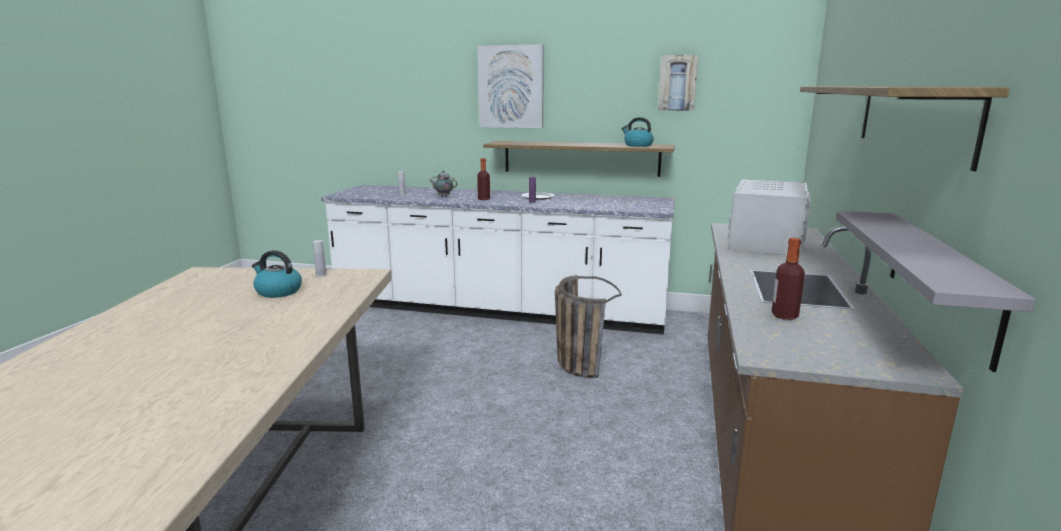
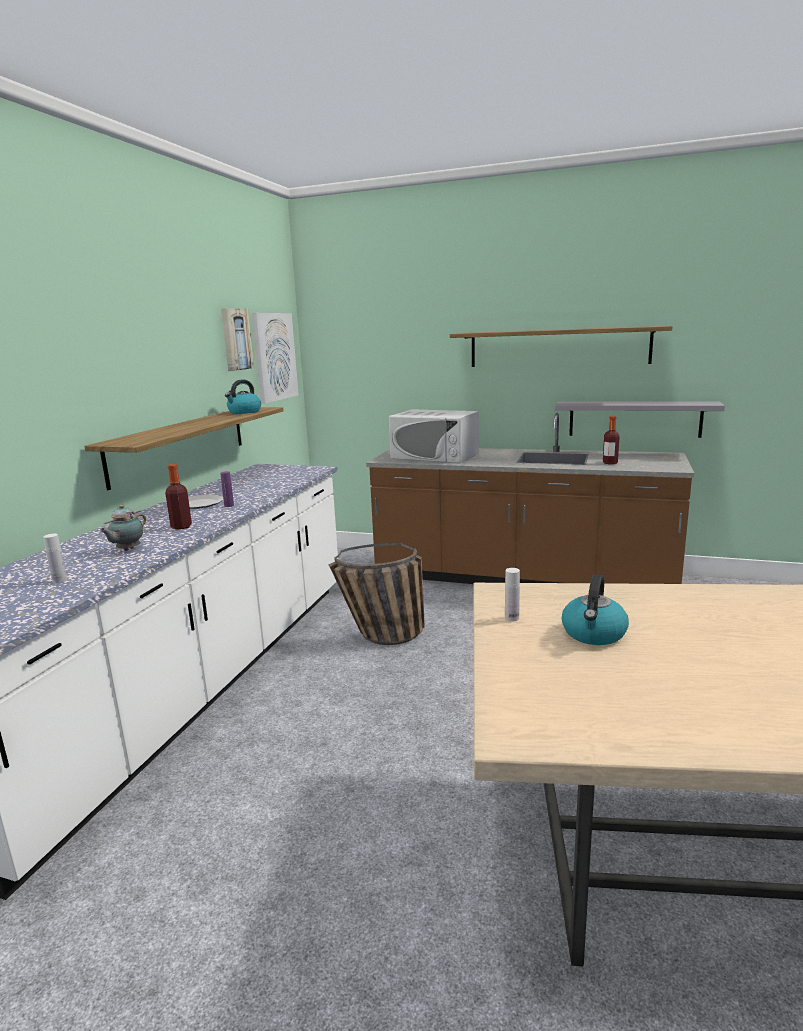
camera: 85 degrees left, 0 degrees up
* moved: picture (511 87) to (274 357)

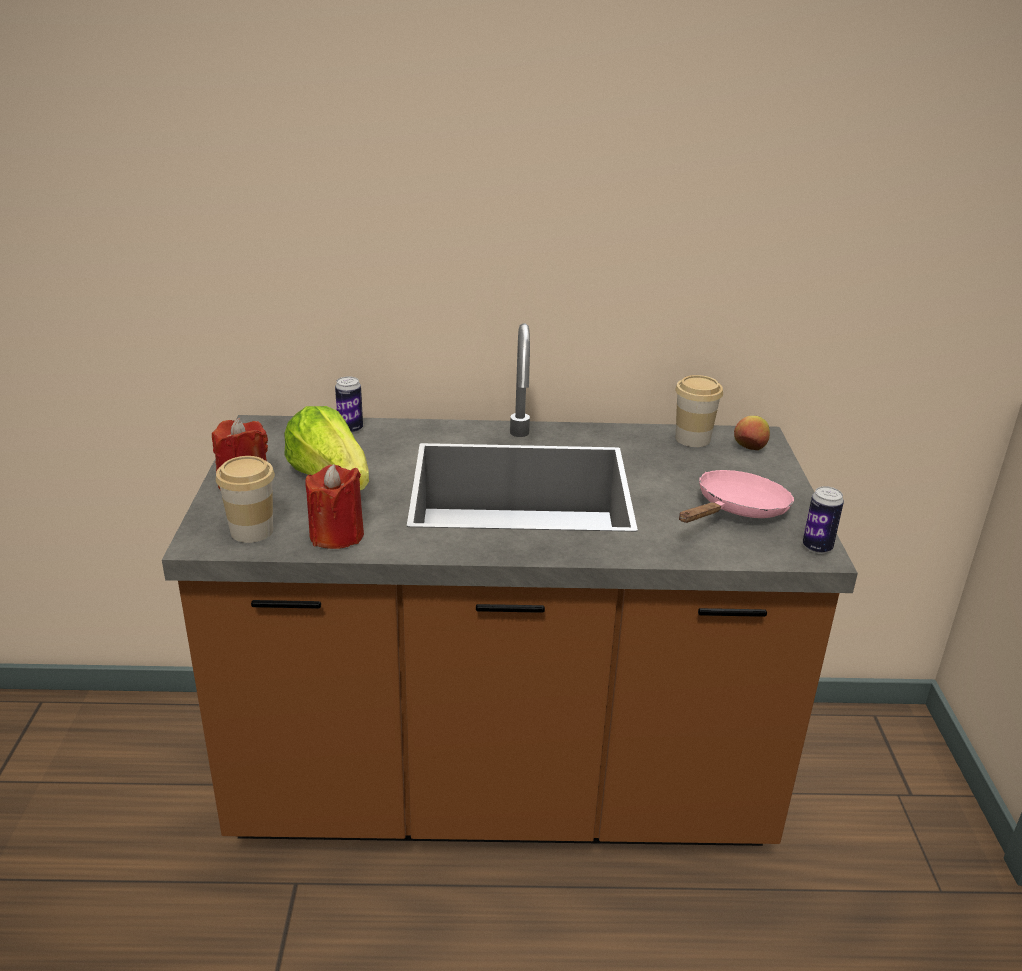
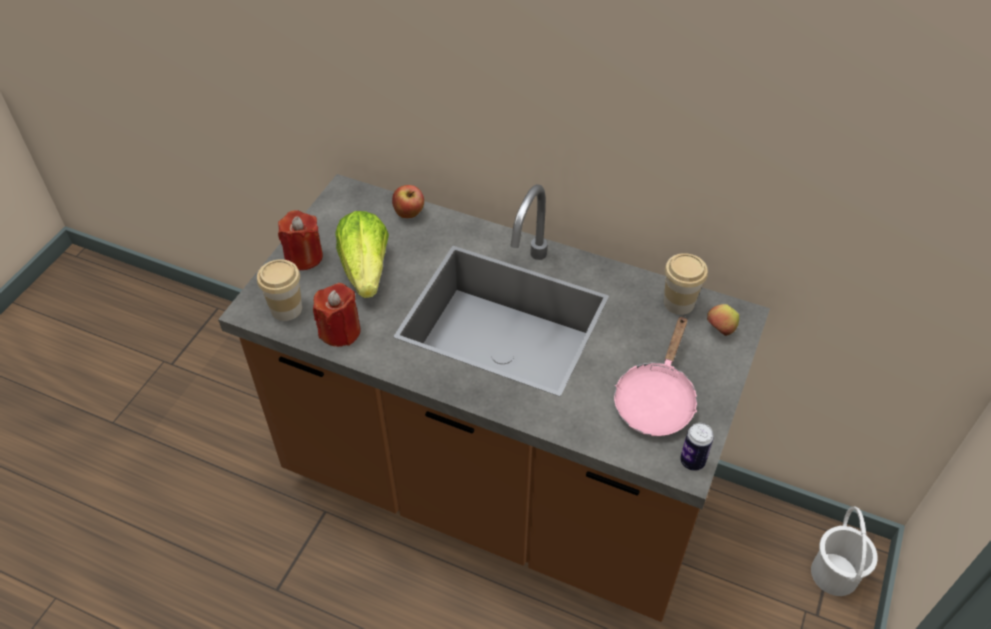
camera: 25 degrees right, 20 degrees up
* added: white_bucket (835 573)
* replaced: can (350 429) to apple (409 214)
* turned: pink_frying_pan (737 510) = (656 399) 135 degrees clockwise

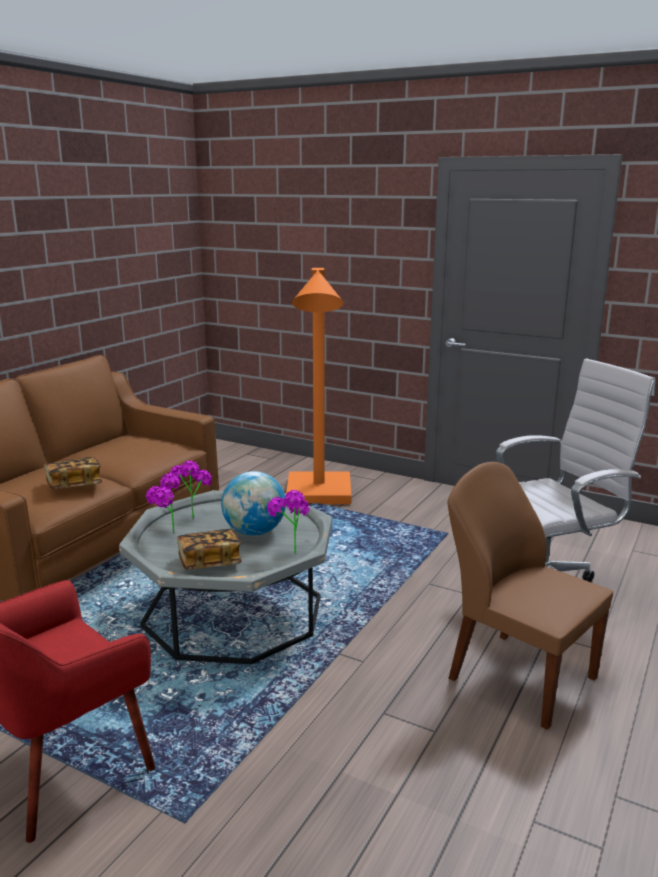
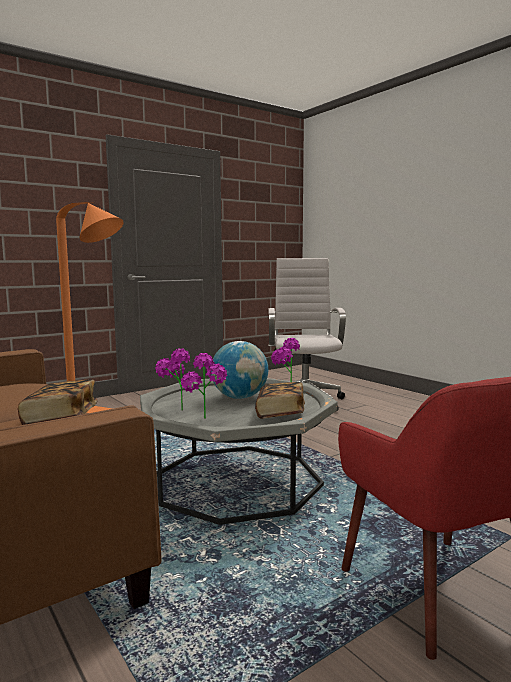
camera: 65 degrees left, 10 degrees down
* removed: brown_chair (518 676)

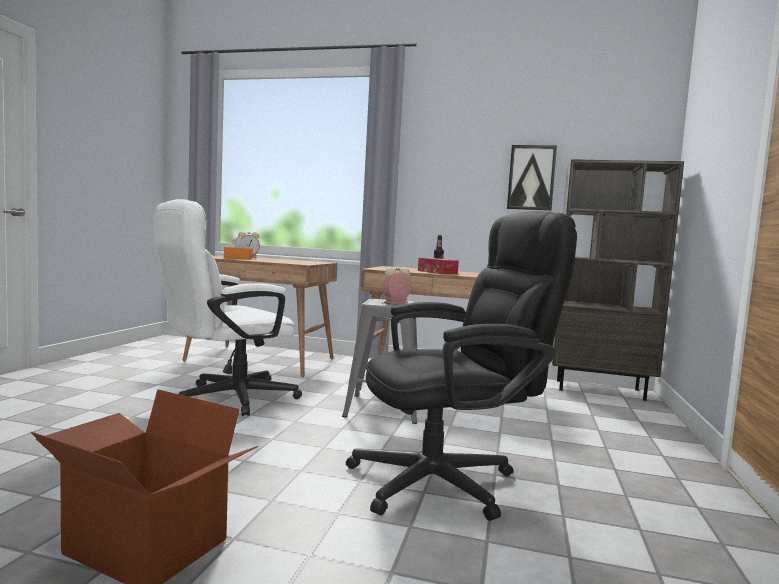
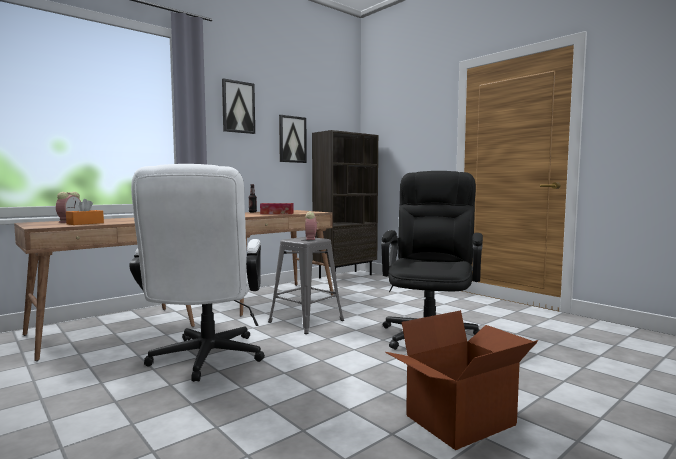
camera: 55 degrees left, 0 degrees up
* added: picture (238 107)

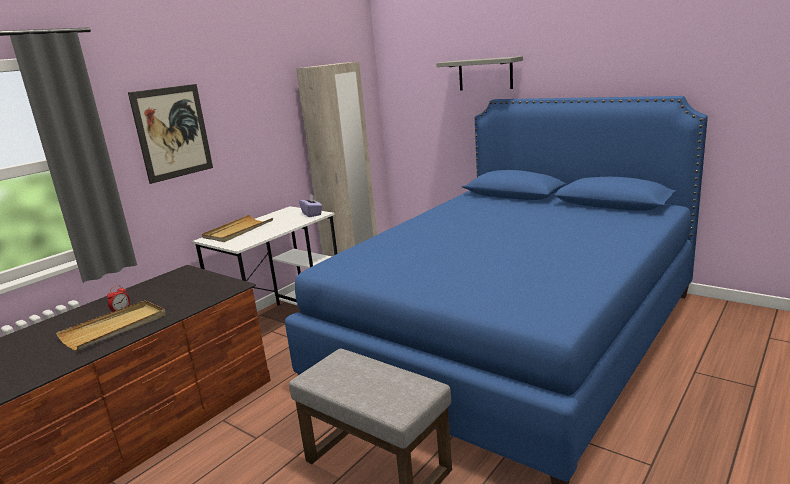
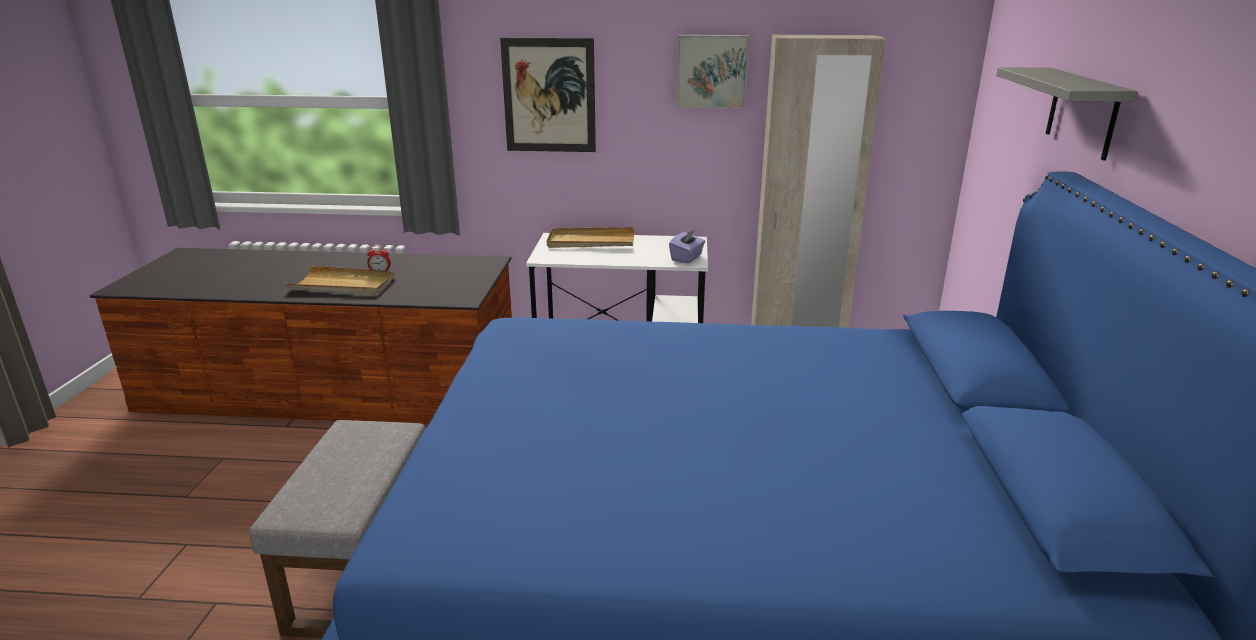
camera: 55 degrees right, 5 degrees up
* added: picture (712 71)

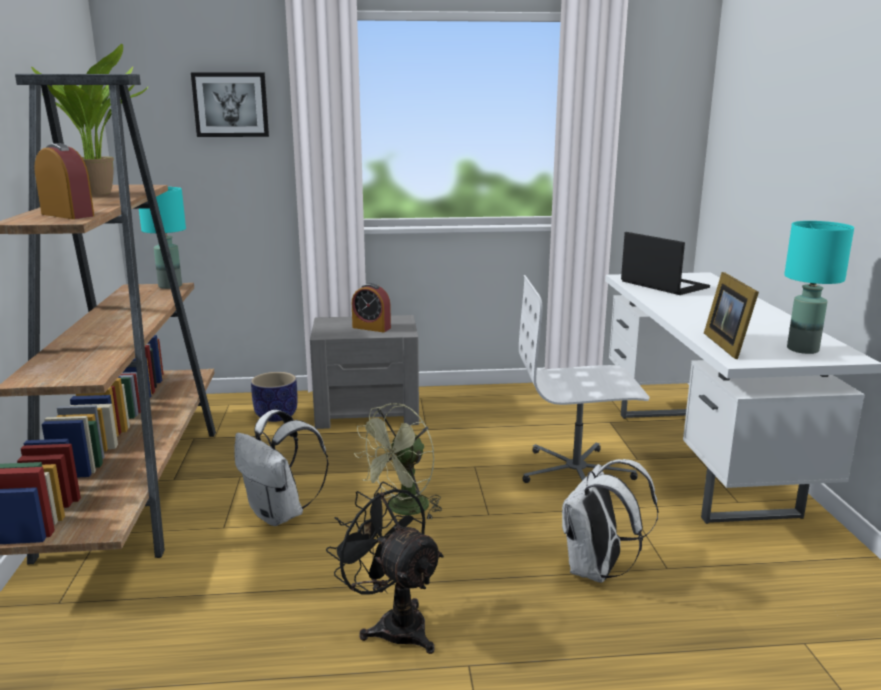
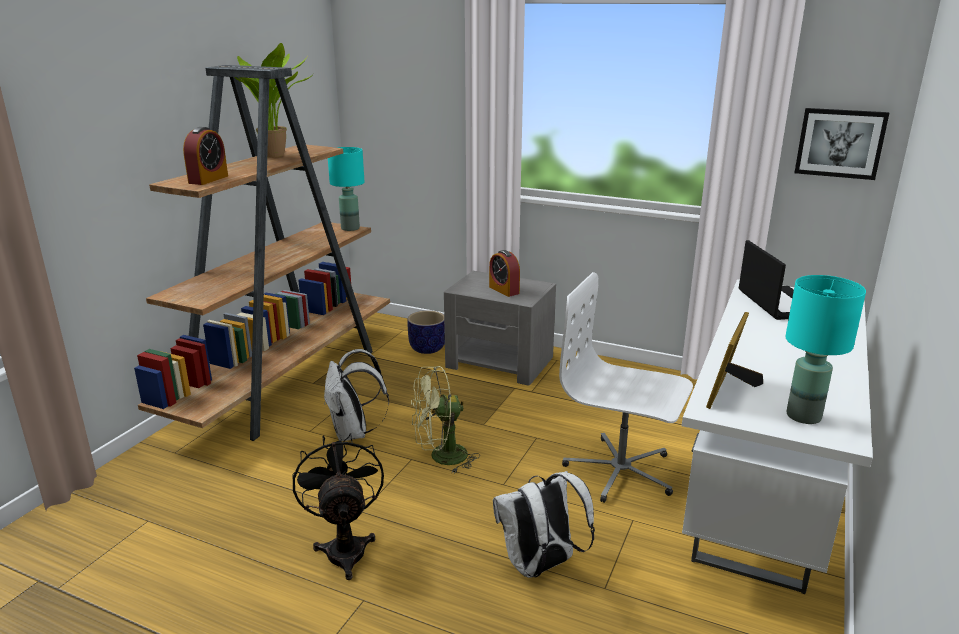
camera: 30 degrees right, 5 degrees up
* moved: picture (231 105) to (840 143)
* turned: alarm_clock (67 215) = (208 179) 45 degrees clockwise

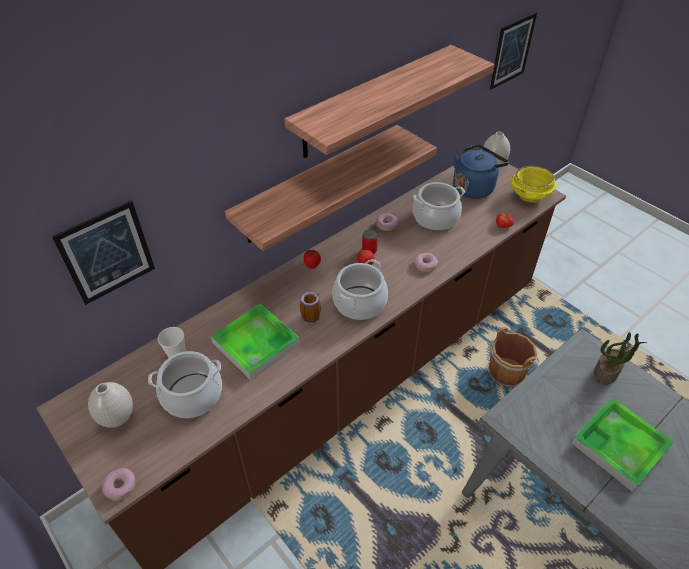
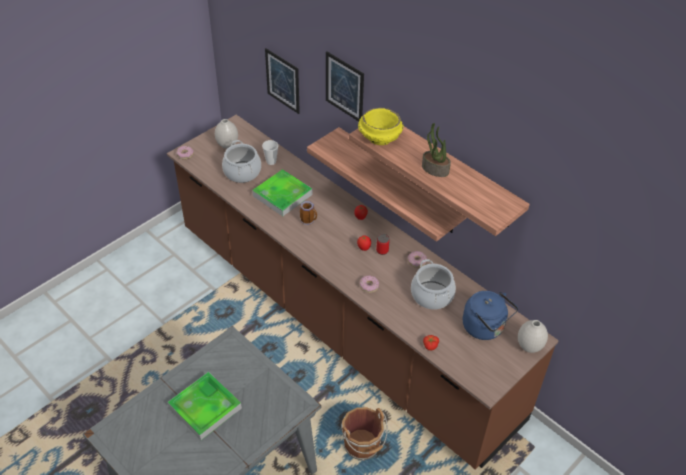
camera: 85 degrees right, 0 degrees up
* removed: cooking_pot (360 303)
* moved: picture (512 51) to (344 87)
* moved: yellow_bowl (529 196) to (379 138)
* moved: potted_plant (606 372) to (434 169)

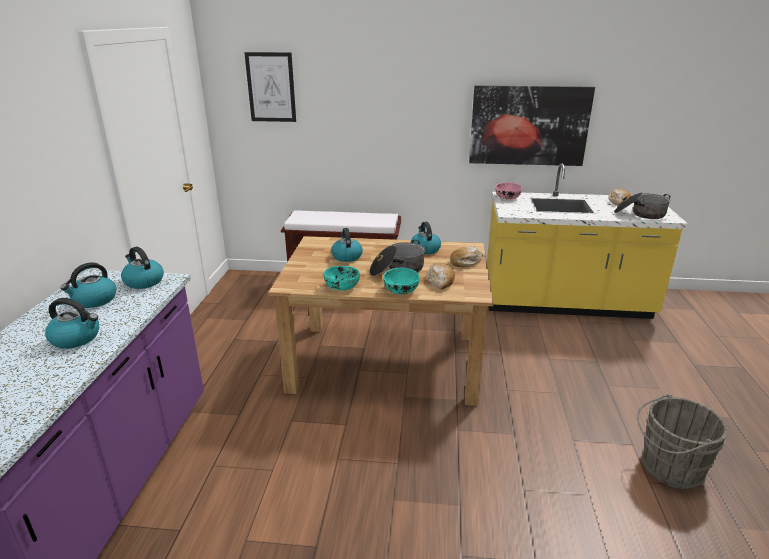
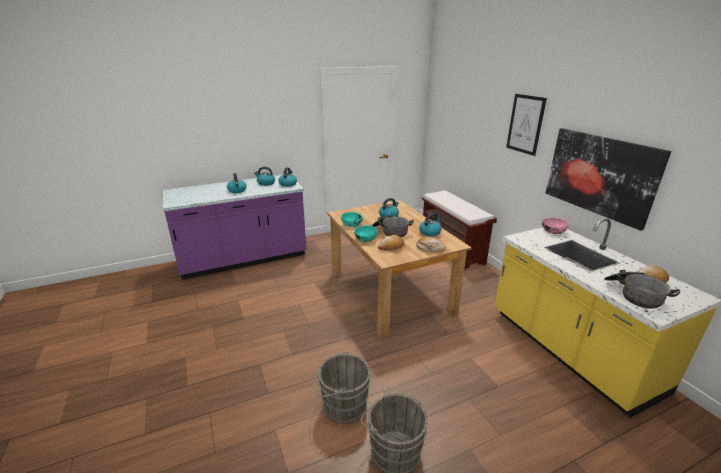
camera: 60 degrees right, 0 degrees up
* added: grey_bucket (342 405)
* moved: picture (271 87) to (525 124)

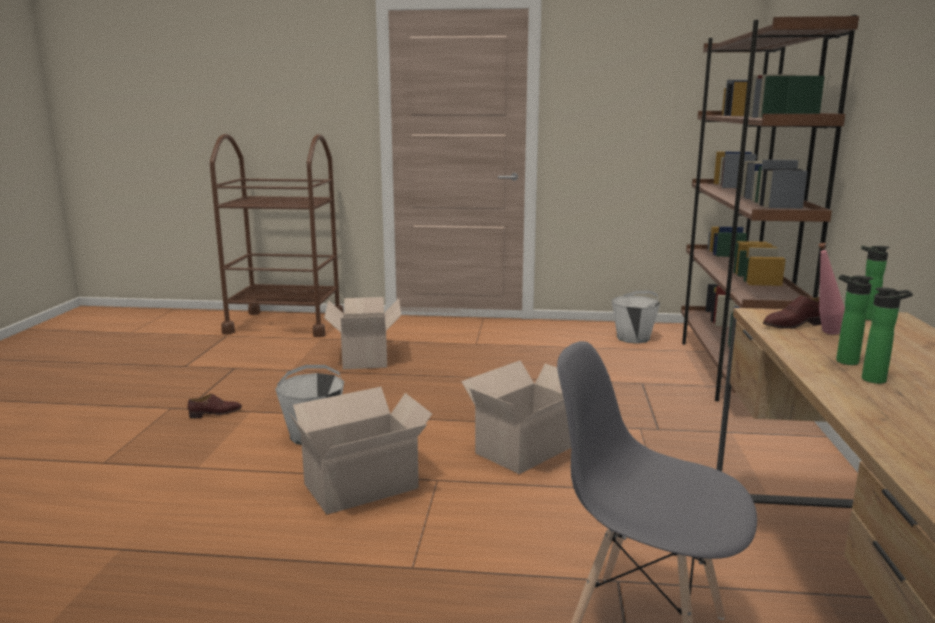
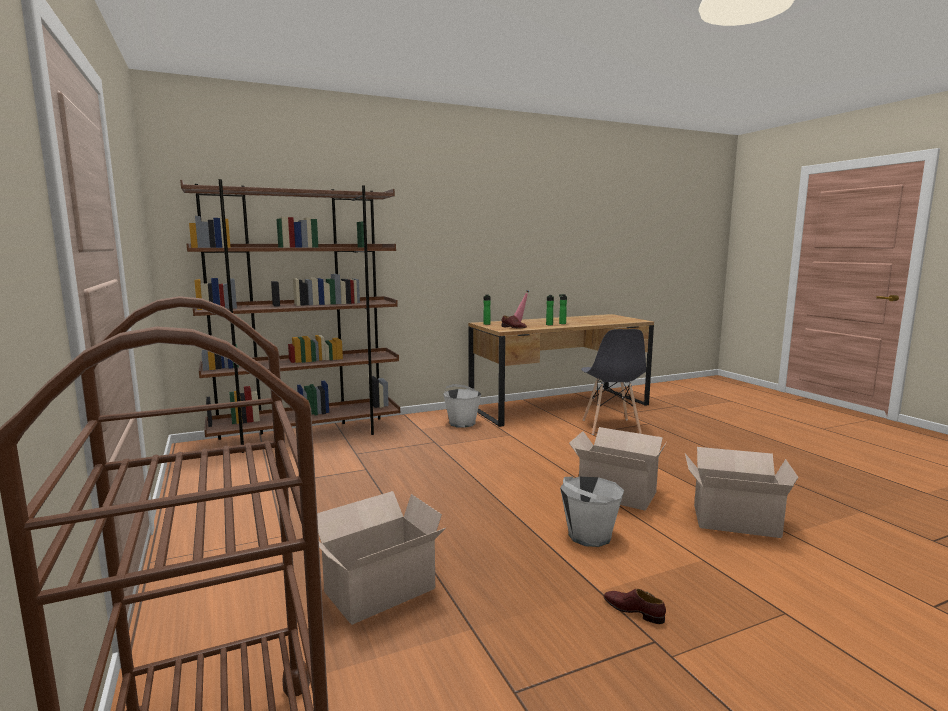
camera: 120 degrees left, 5 degrees down
* moved: cardboard_box (528 448) to (732 520)
* moved: white_bucket (633 338) to (462 423)

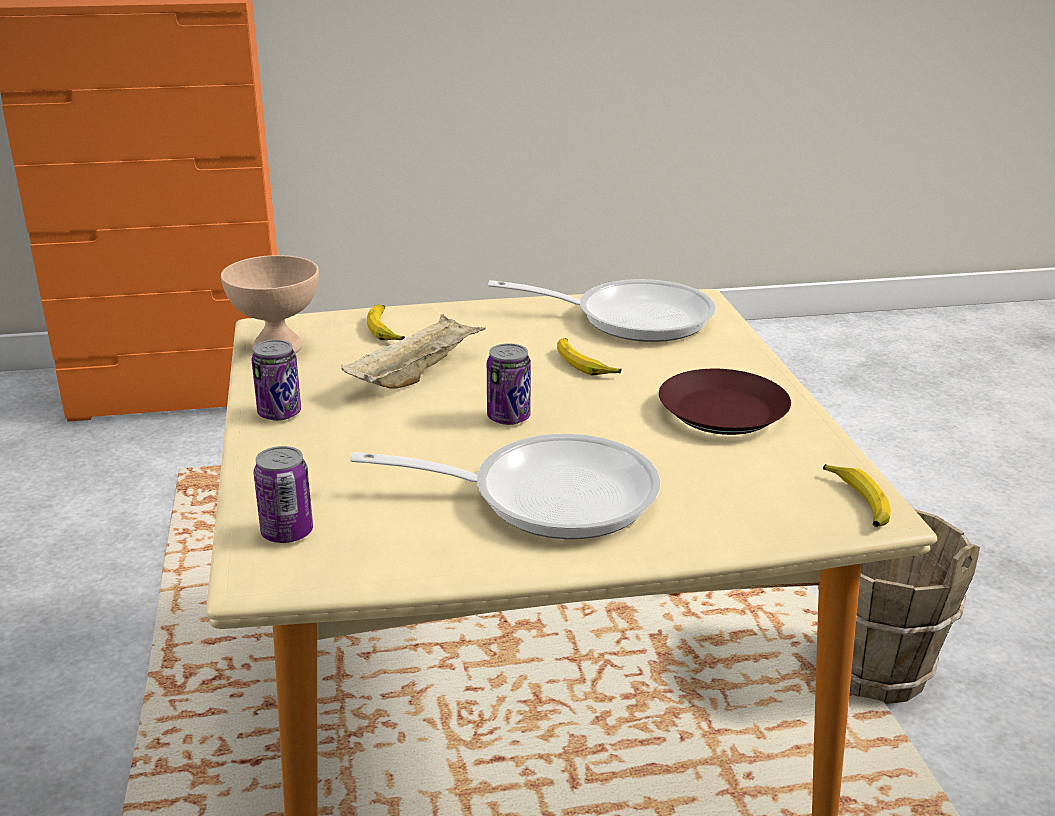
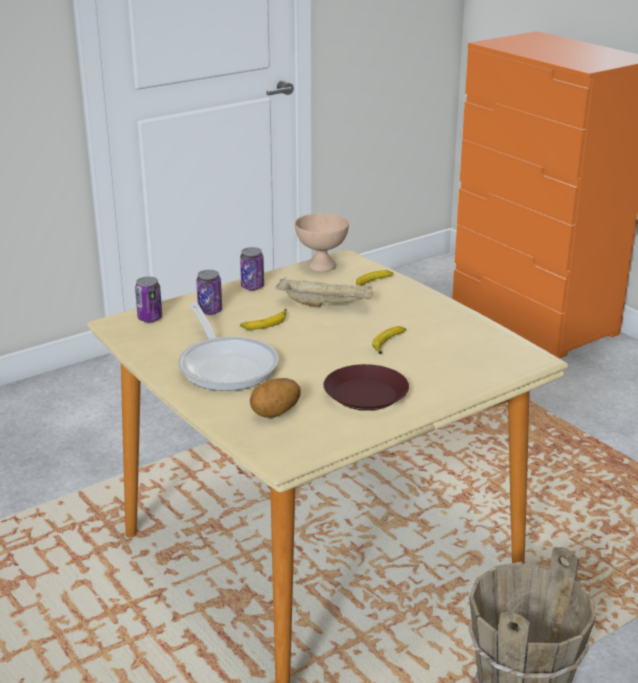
camera: 65 degrees right, 0 degrees up
* removed: frying_pan (631 318)
* added: potato (276 413)
* moved: can (508 417) to (210 311)
* moved: banana (857 502) to (265 324)

